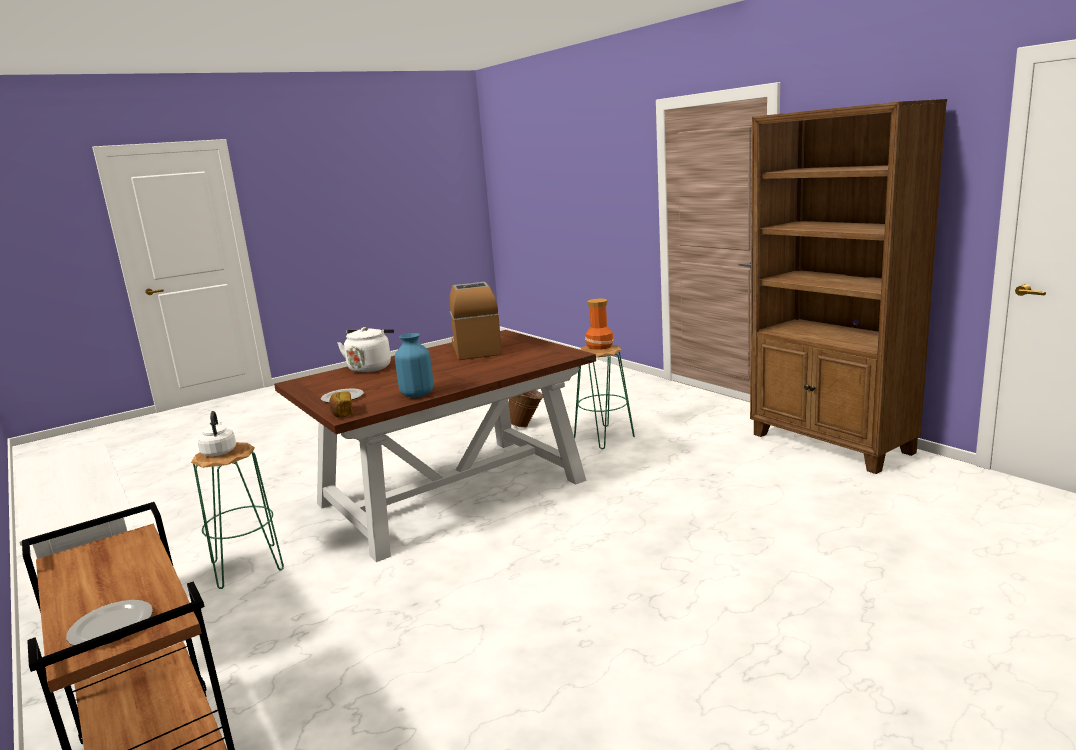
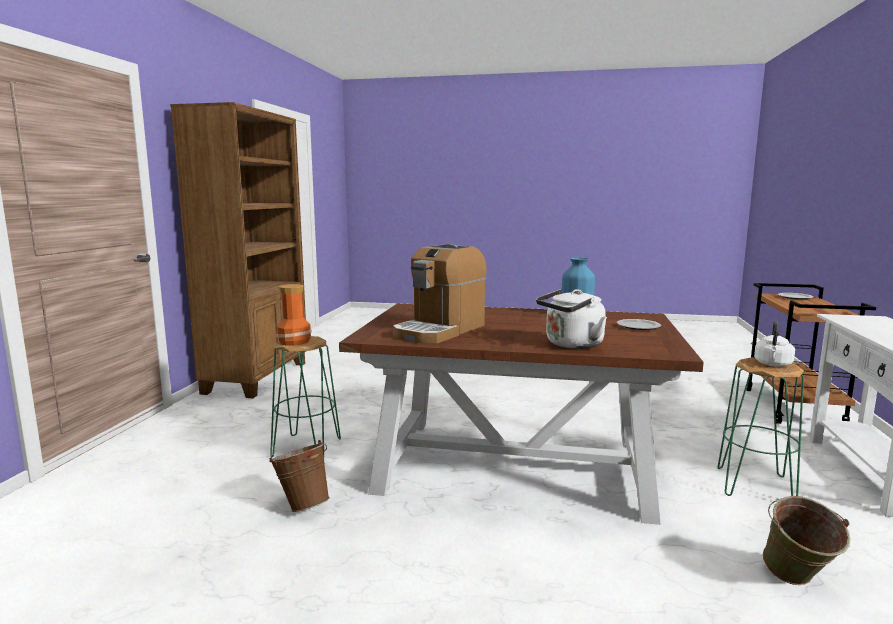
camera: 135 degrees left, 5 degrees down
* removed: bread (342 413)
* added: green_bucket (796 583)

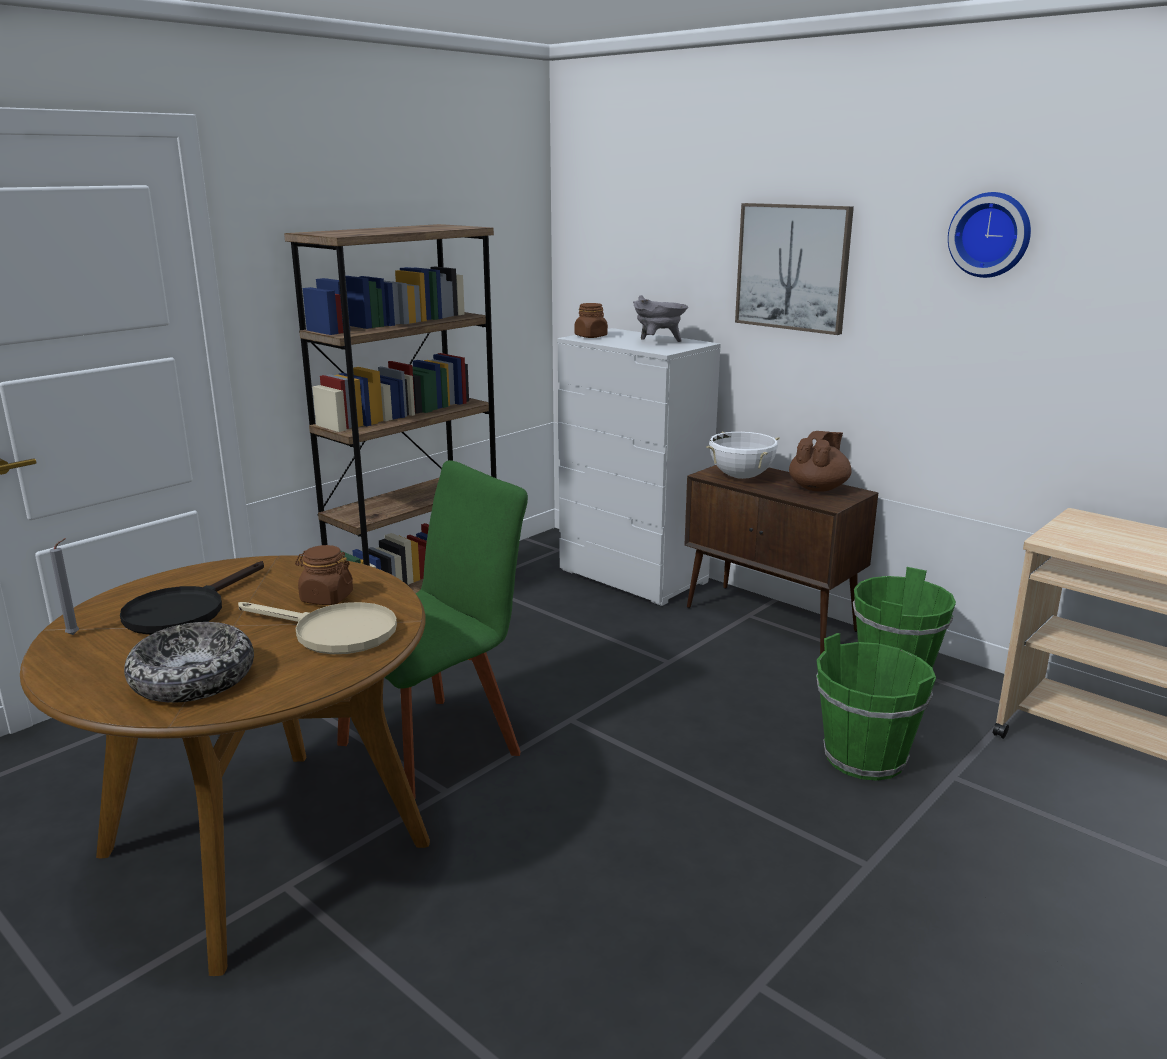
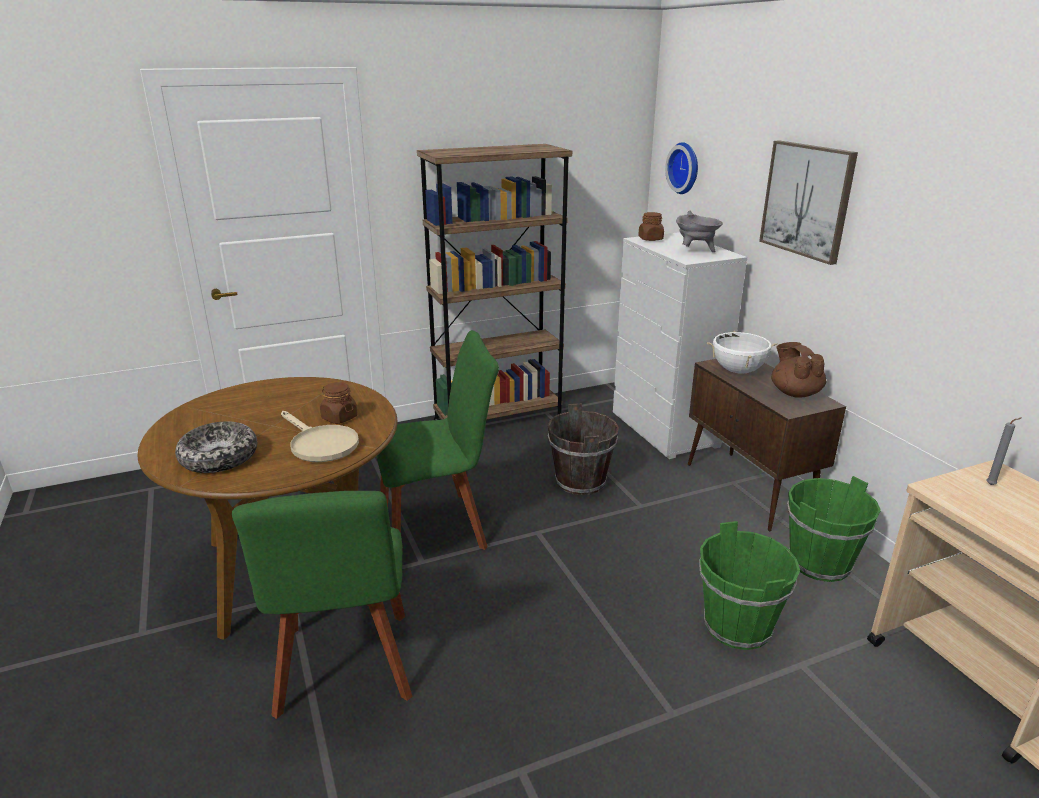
camera: 25 degrees right, 5 degrees up
* removed: black_frying_pan (184 611)
* added: green_chair (345 669)
* added: brown_bucket (581 482)
* moved: grey_candle (75 634) to (992 485)
* moved: wall_clock (991 235) to (685 168)
* turned: brown_teapot (818 488) = (795 393) 75 degrees counterclockwise

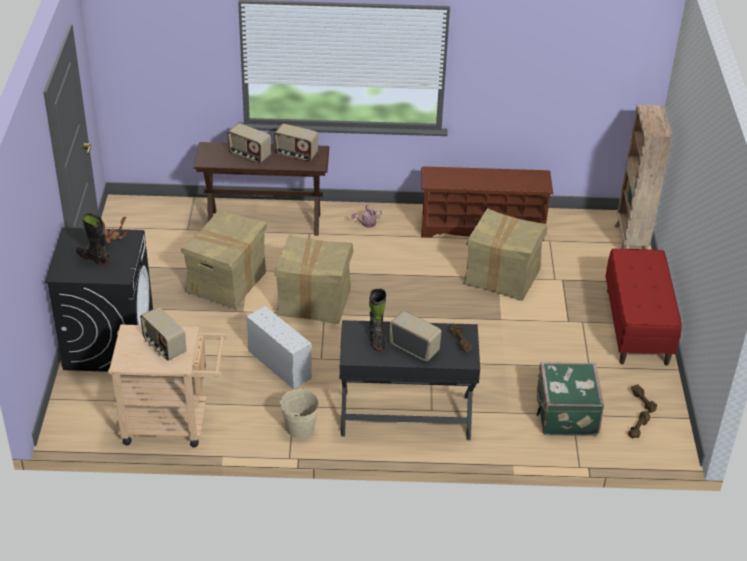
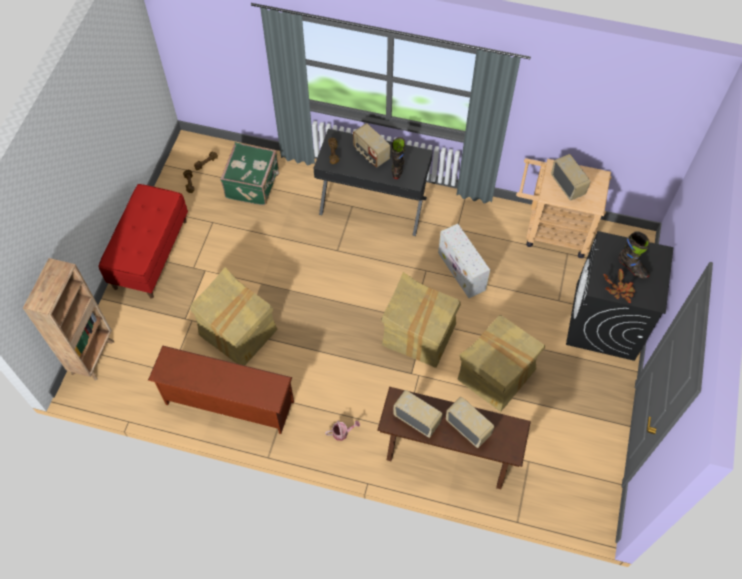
camera: 165 degrees left, 20 degrees up
* removed: beige_bucket (300 427)

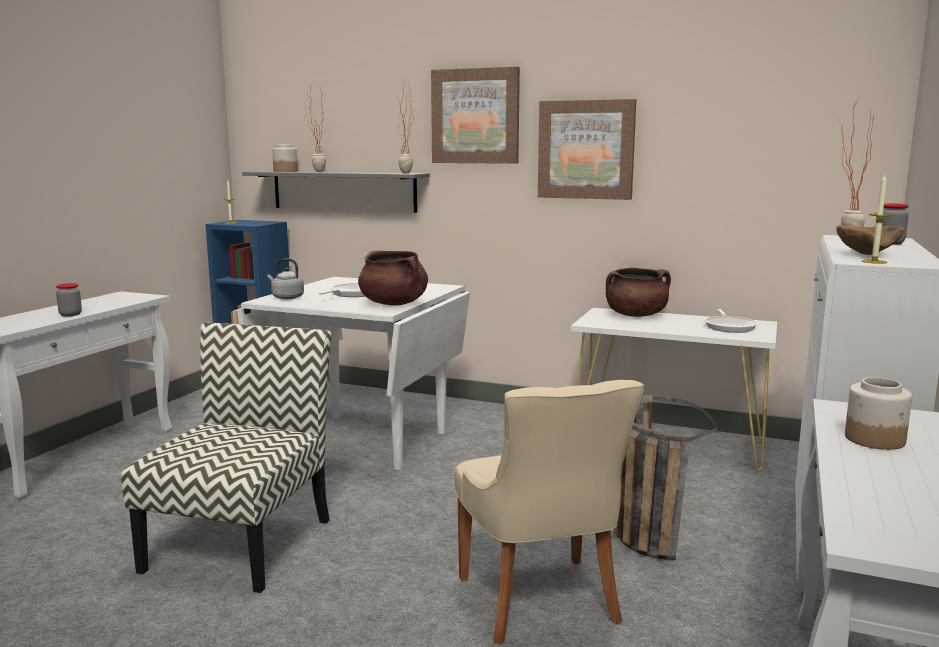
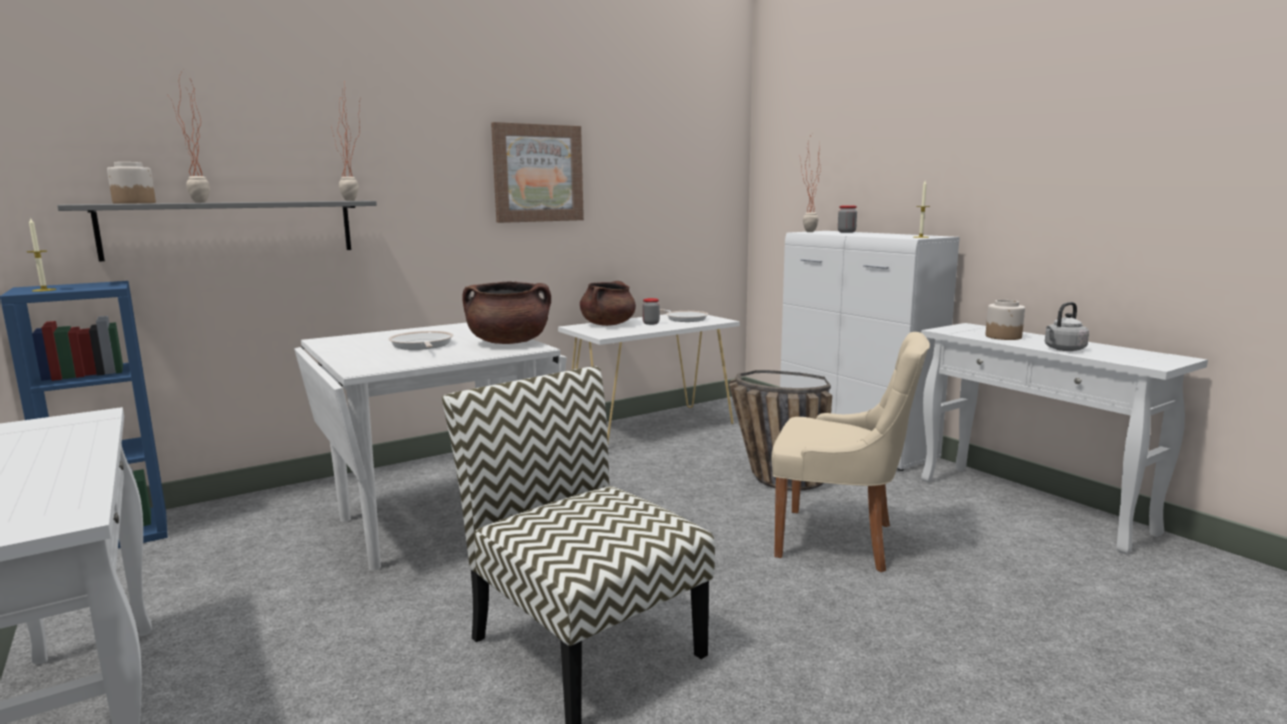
camera: 55 degrees left, 0 degrees up
* removed: picture (475 116)
* removed: brown_bowl (865 254)
* moved: jar (70 314) to (651 323)
* moved: grey_kettle (286 297) to (1063 349)

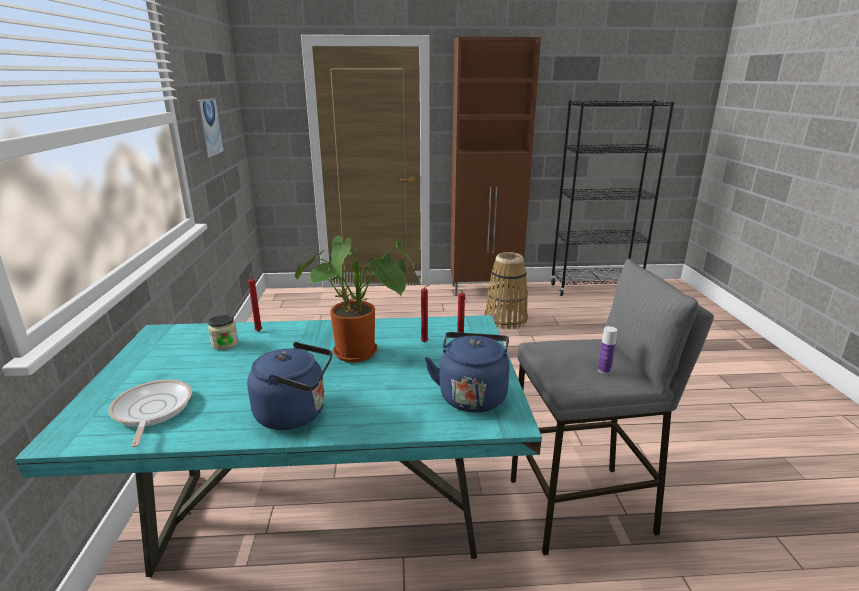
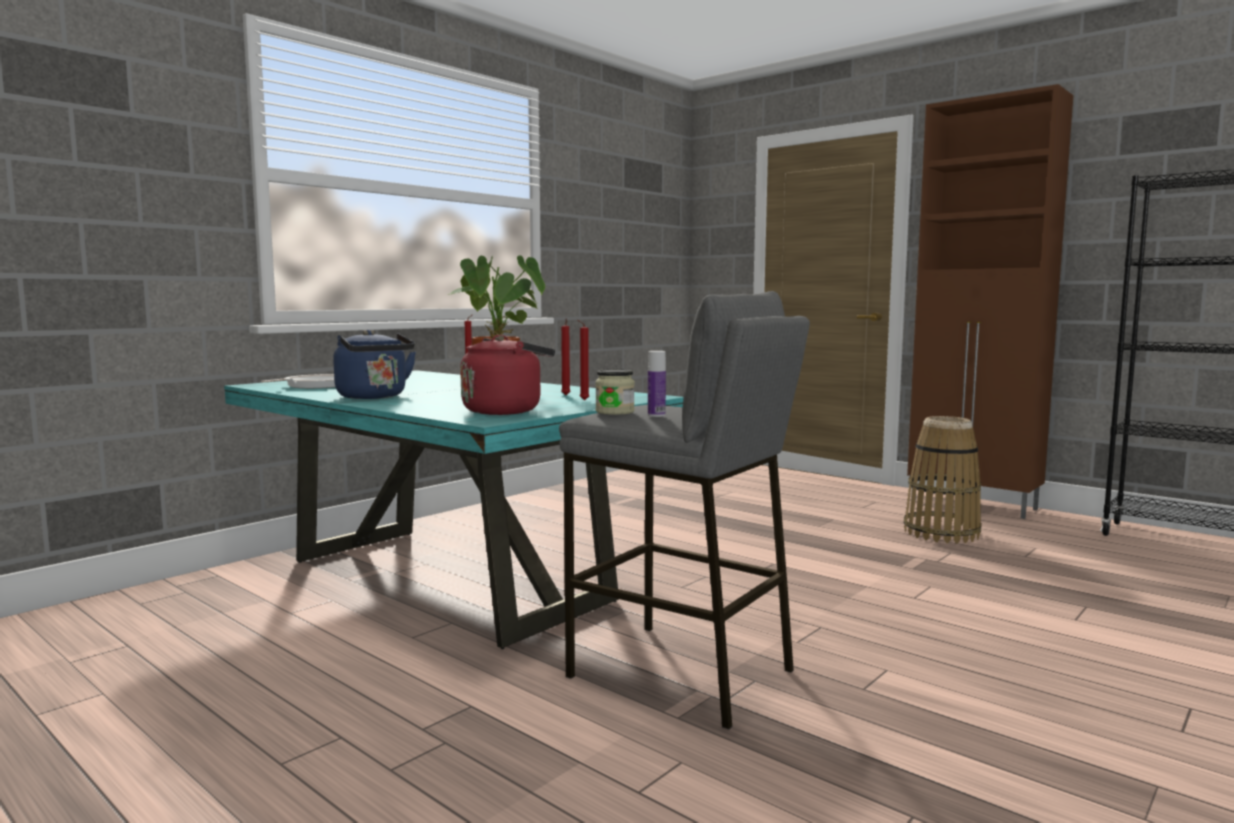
camera: 45 degrees right, 15 degrees down
* removed: picture (208 127)
* moved: jar (225 344) to (615 412)
* recoloured: blue_kettle (472 395) to red_kettle (506 411)

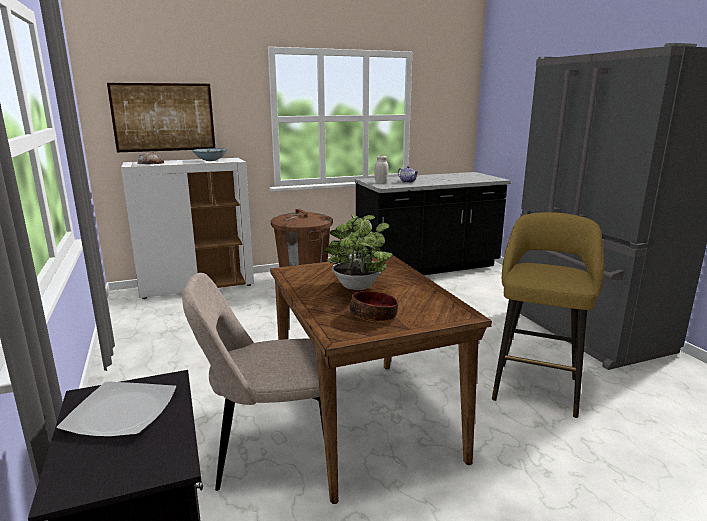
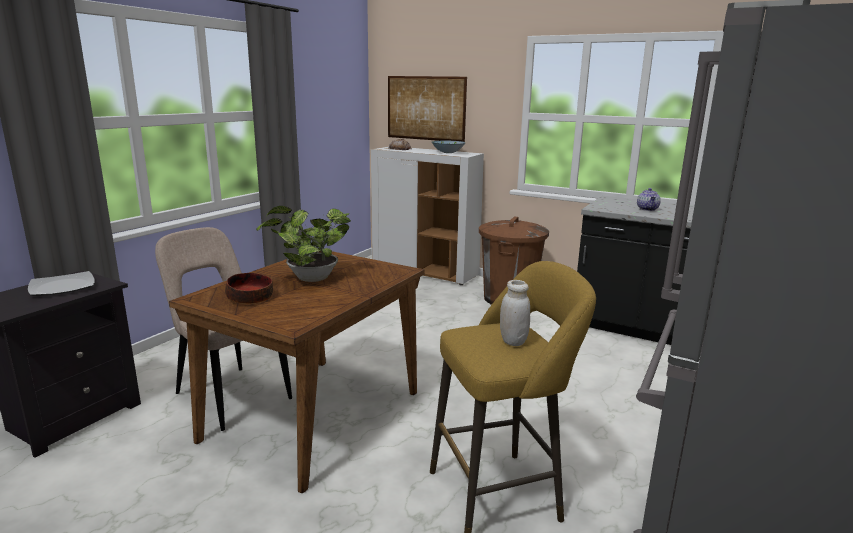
camera: 50 degrees right, 0 degrees up
* moved: white_jar (381 183) to (513 341)

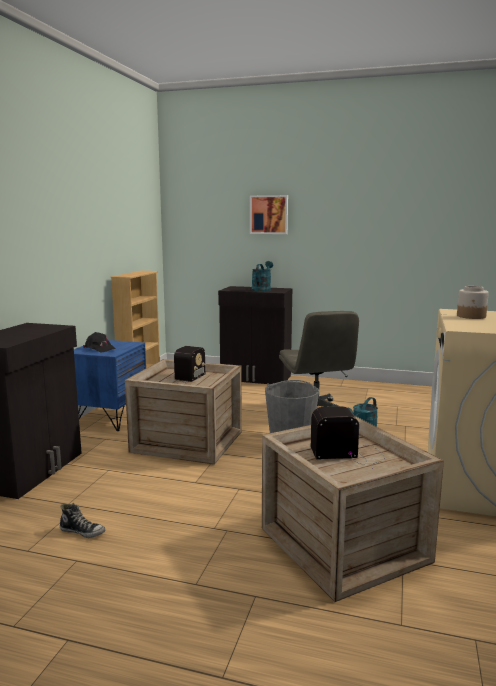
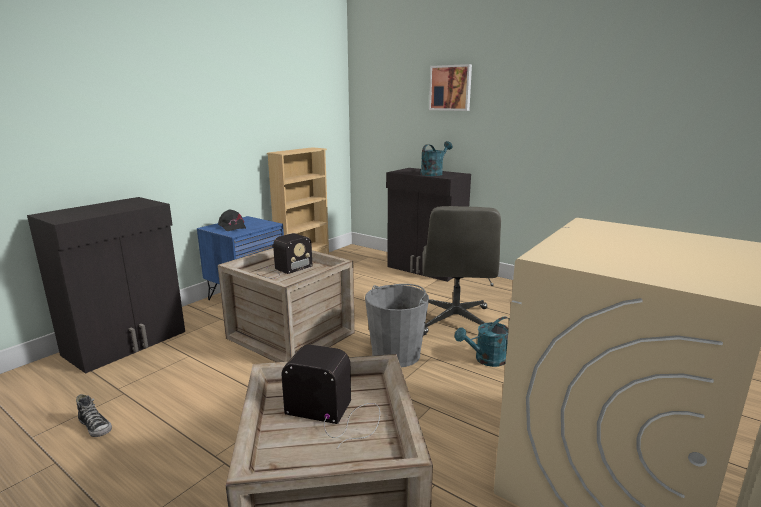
camera: 20 degrees right, 5 degrees up
* removed: jar (471 316)

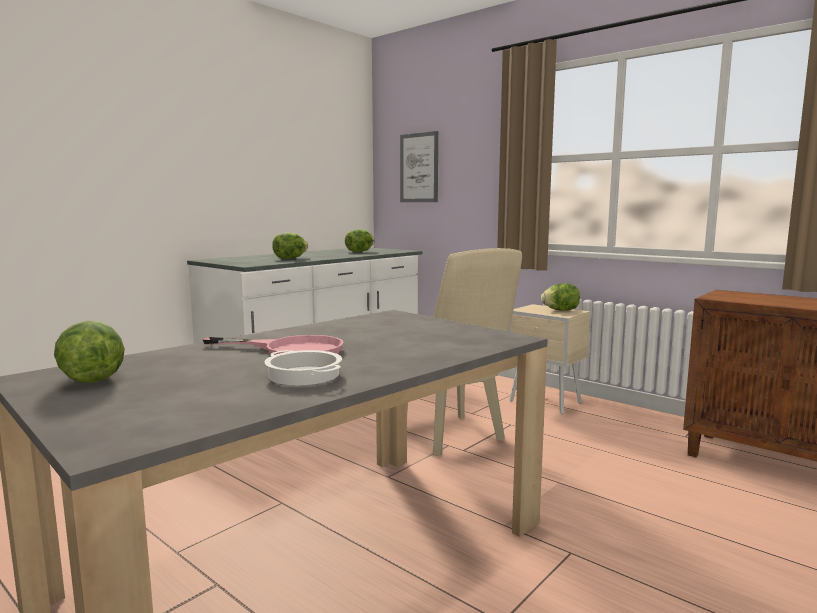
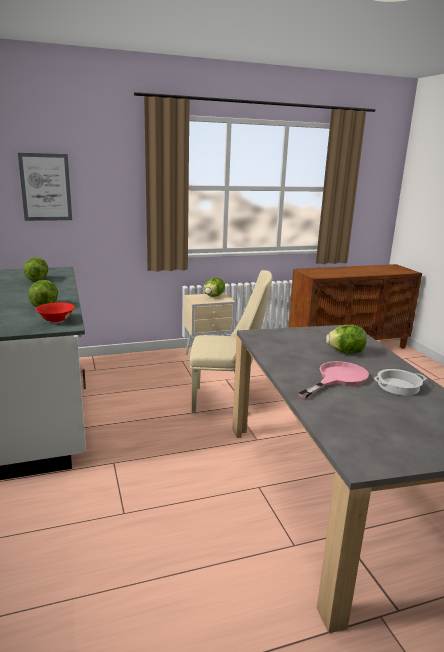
camera: 60 degrees left, 10 degrees up
* added: red_bowl (56 320)
* moved: lettuce (92 379) to (345 352)

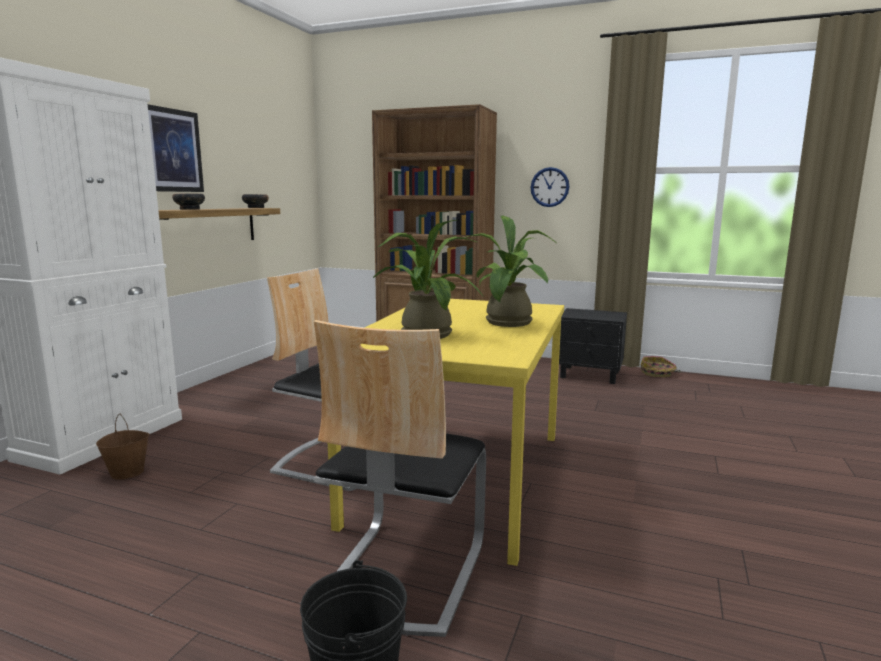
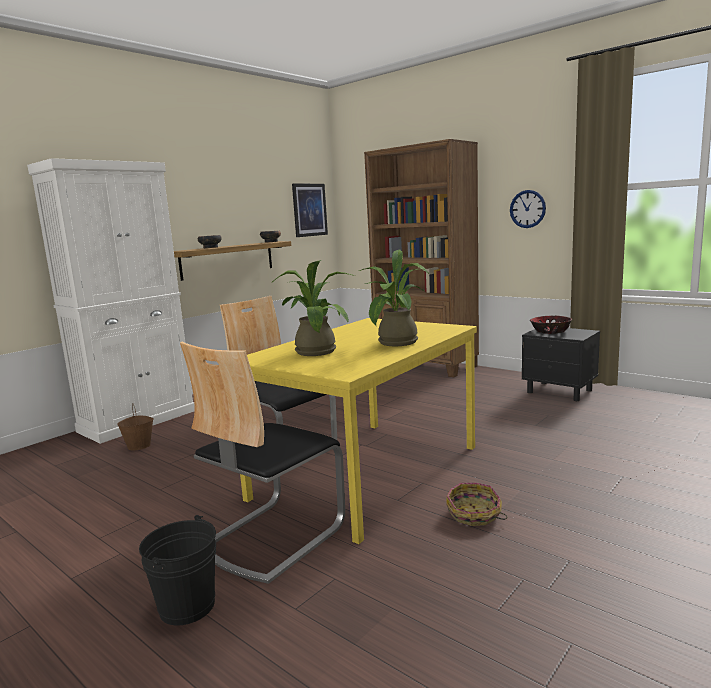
camera: 20 degrees right, 0 degrees up
* added: bowl (550 331)
* moved: picture (173 150) to (309 210)
* moved: basket (657 373) to (474 515)

